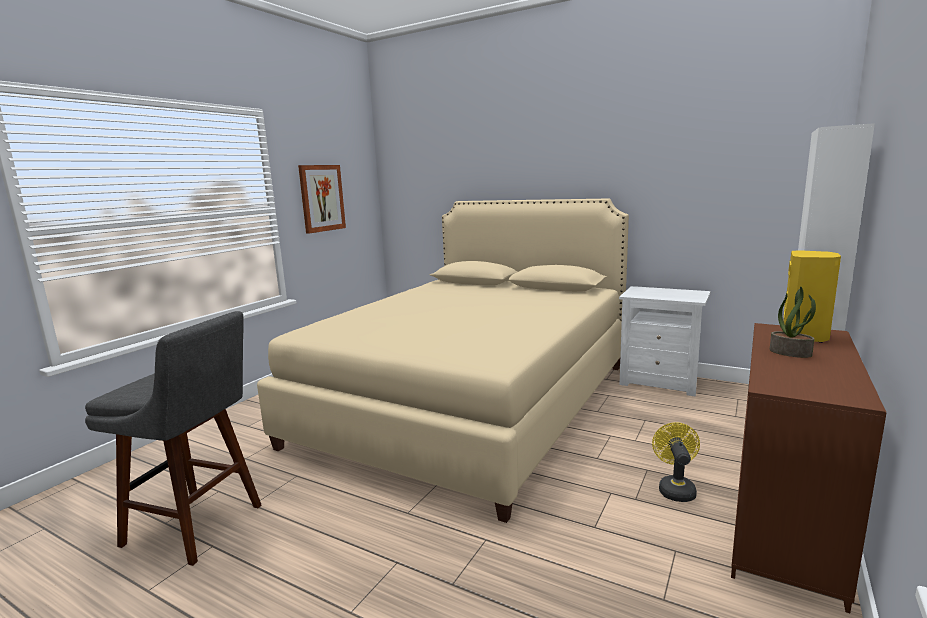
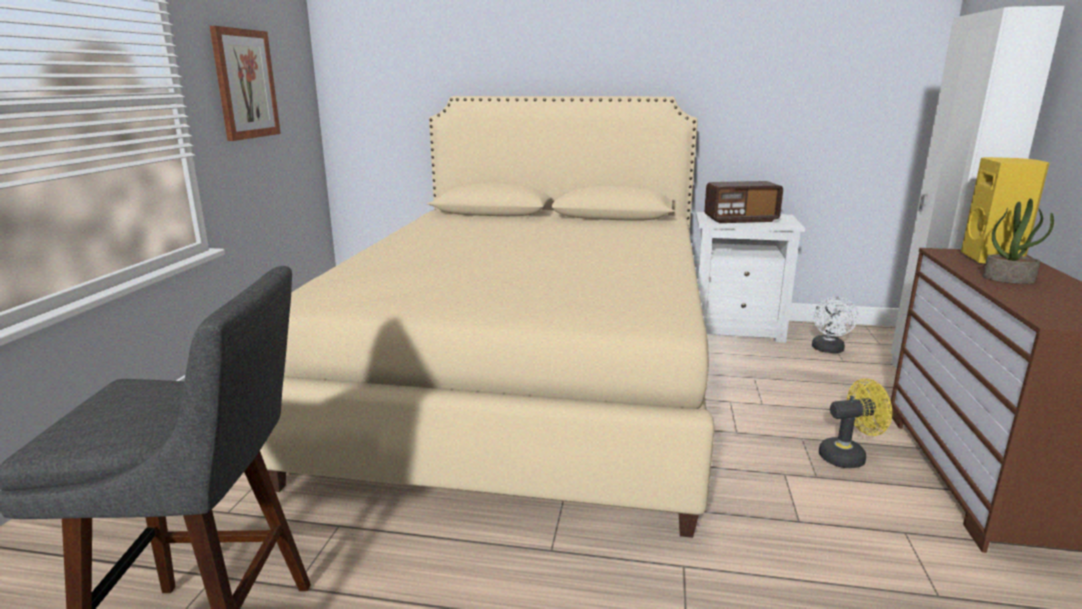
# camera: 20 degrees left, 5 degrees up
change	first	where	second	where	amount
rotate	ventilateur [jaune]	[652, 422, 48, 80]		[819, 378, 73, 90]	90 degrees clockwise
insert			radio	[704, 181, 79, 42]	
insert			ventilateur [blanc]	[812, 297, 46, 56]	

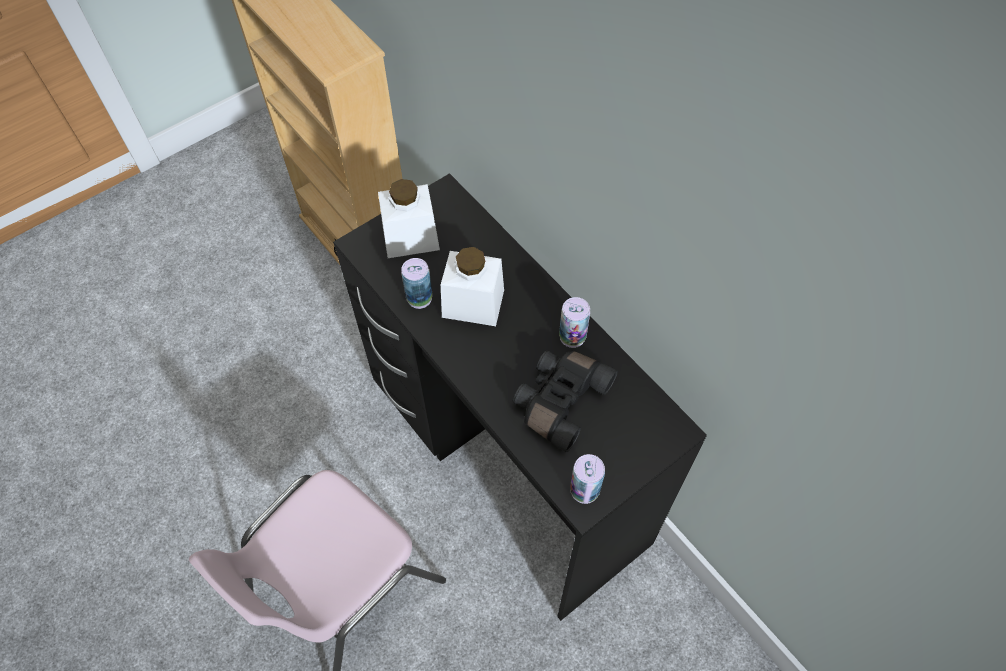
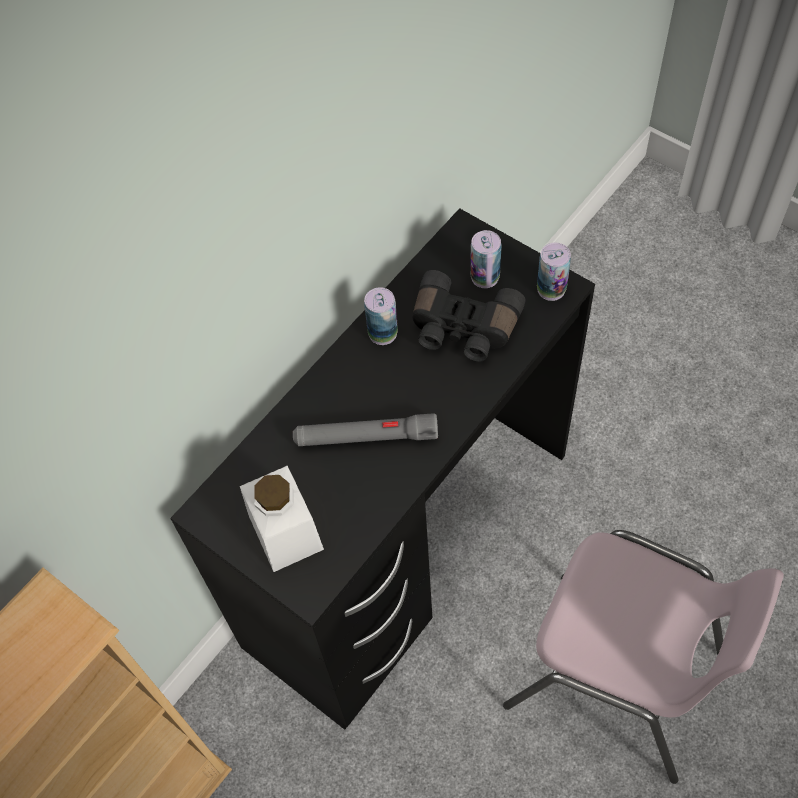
# camera: 100 degrees left, 0 degrees up
change	first	where	second	where	amount
replace	bocal [blanc]	[441, 247, 63, 79]	lampe de poche [gris]	[293, 413, 145, 33]	
move	boîte métallique	[401, 258, 32, 51]		[470, 230, 32, 58]	

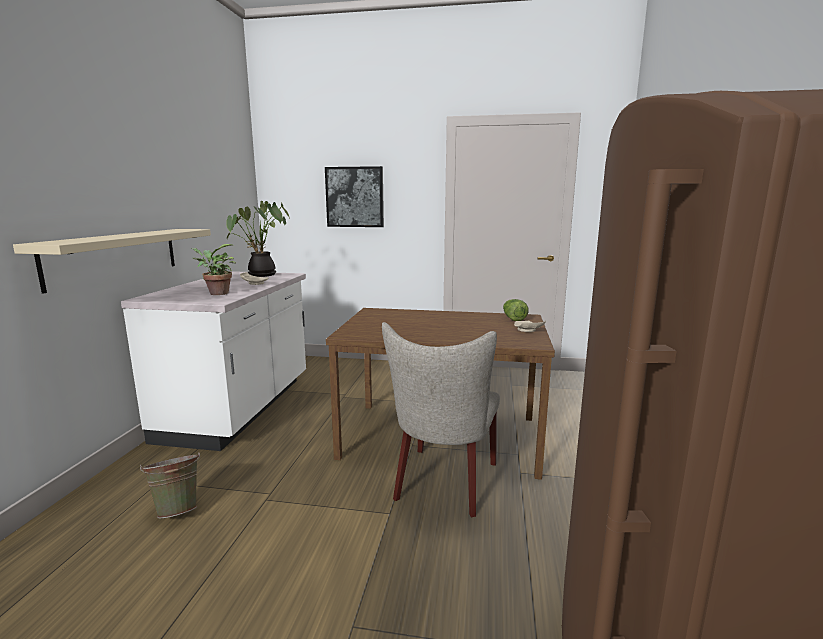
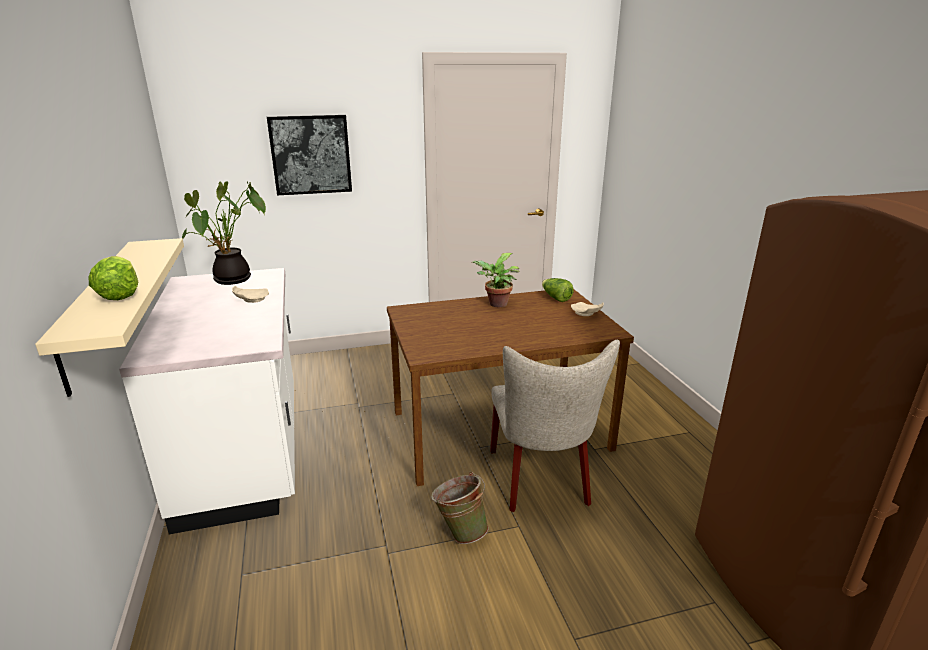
# camera: 25 degrees left, 10 degrees up
change	first	where	second	where	amount
move	plante en pot	[191, 244, 45, 51]		[471, 253, 49, 54]	
move	seau [vert]	[140, 453, 60, 65]		[431, 471, 58, 73]	
insert			laitue	[88, 256, 50, 44]	

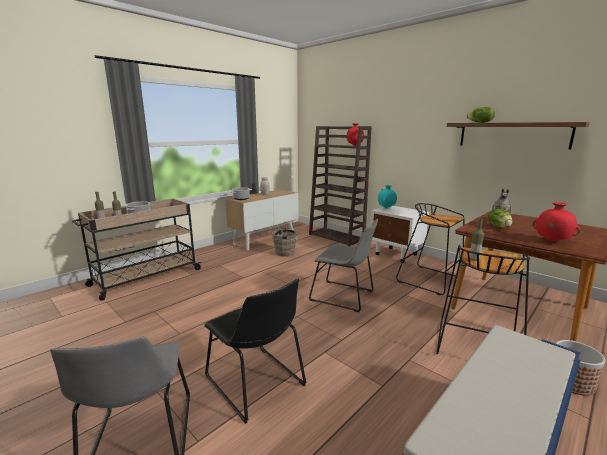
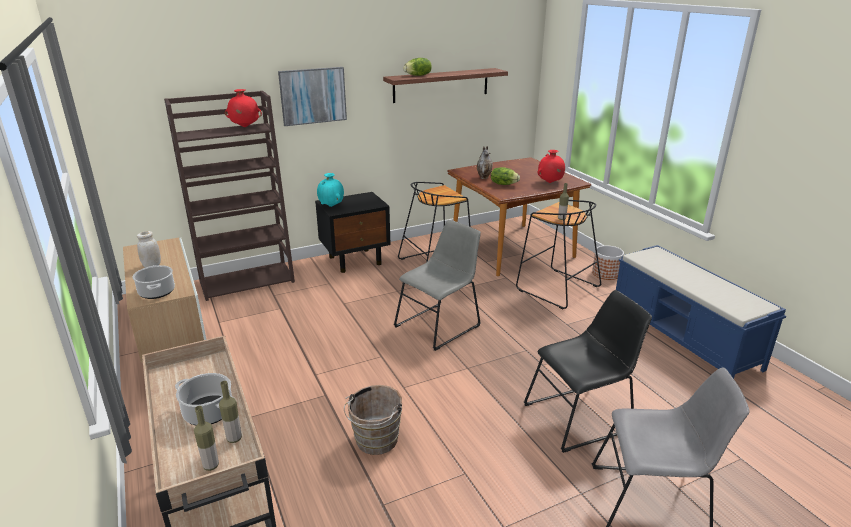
# camera: 70 degrees left, 10 degrees up
change	first	where	second	where	amount
recolor	table de chevet [blanc]	[370, 206, 59, 57]	table de chevet [noir]	[315, 192, 76, 81]	
move	seau [marron]	[269, 228, 28, 29]		[344, 385, 58, 70]	
insert			tableau	[278, 67, 69, 59]	

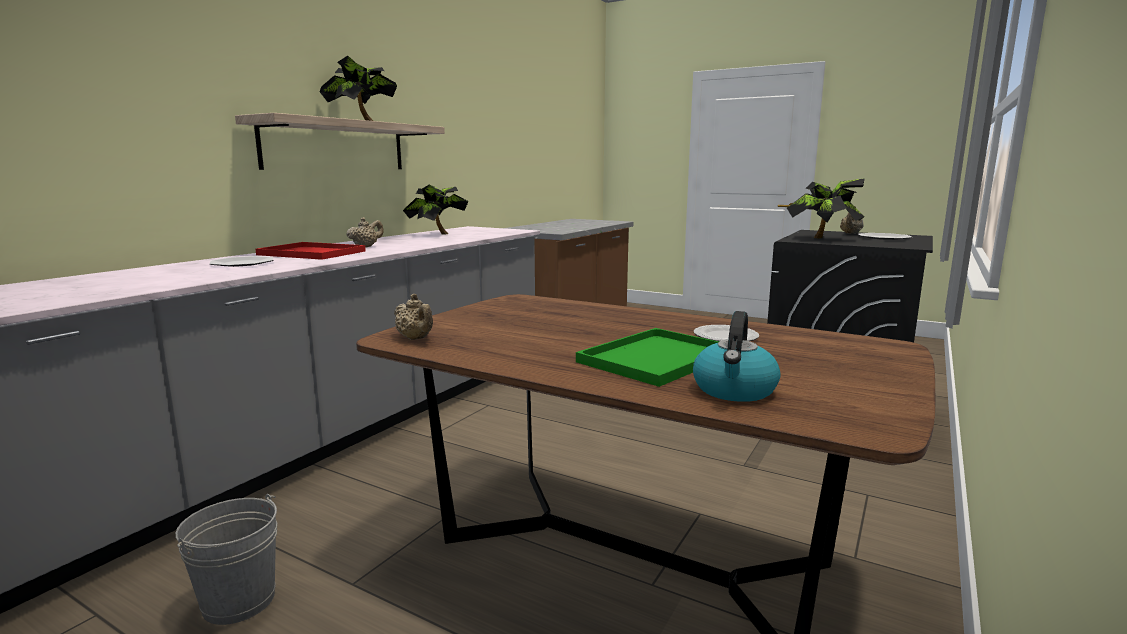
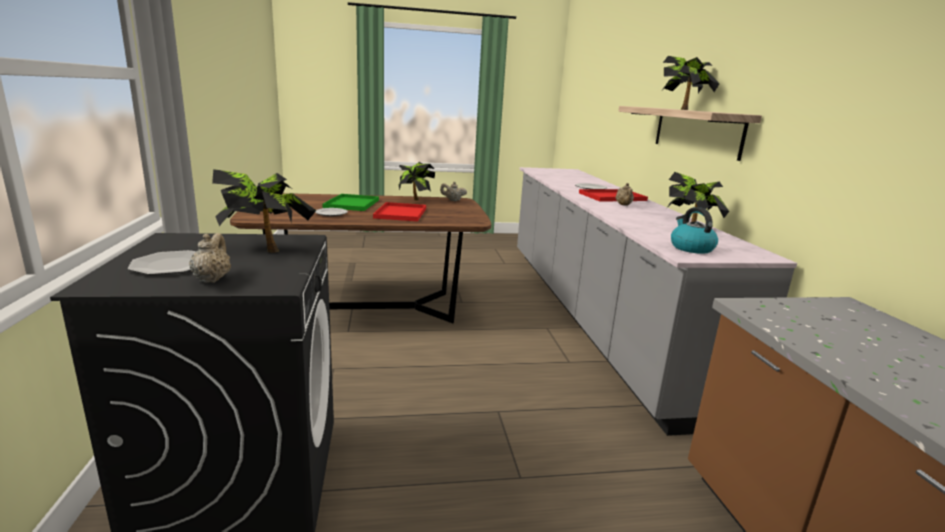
# camera: 140 degrees right, 5 degrees up
change	first	where	second	where	amount
move	bouilloire	[693, 311, 87, 91]		[671, 207, 47, 47]	
delete	seau [gris]	[176, 494, 101, 131]			
insert			plante en pot	[399, 162, 36, 38]	
insert			plateau [rouge]	[373, 202, 53, 19]	

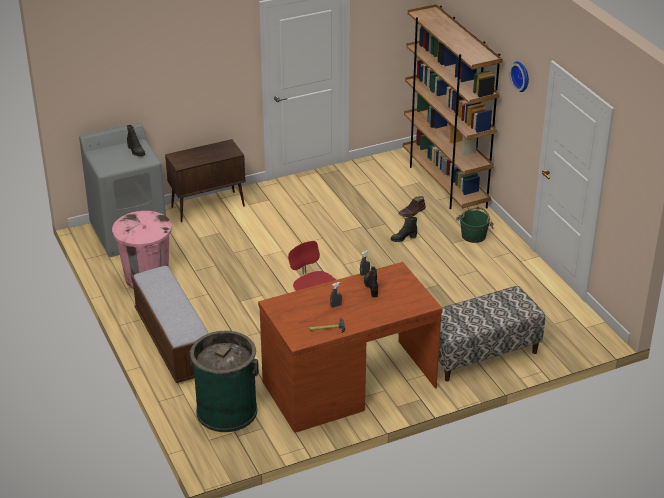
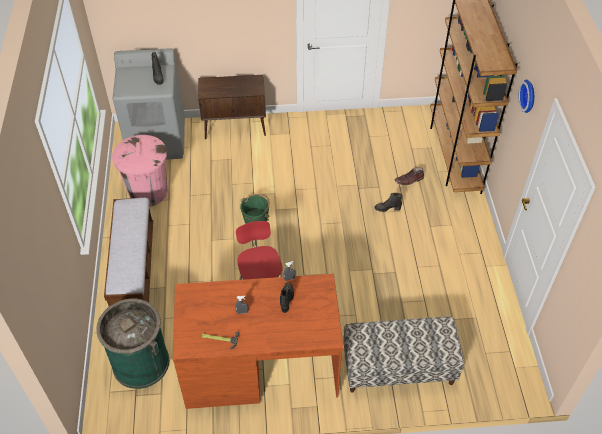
# camera: 20 degrees right, 15 degrees up
change	first	where	second	where	amount
move	seau [vert]	[456, 207, 38, 36]		[240, 194, 30, 30]	

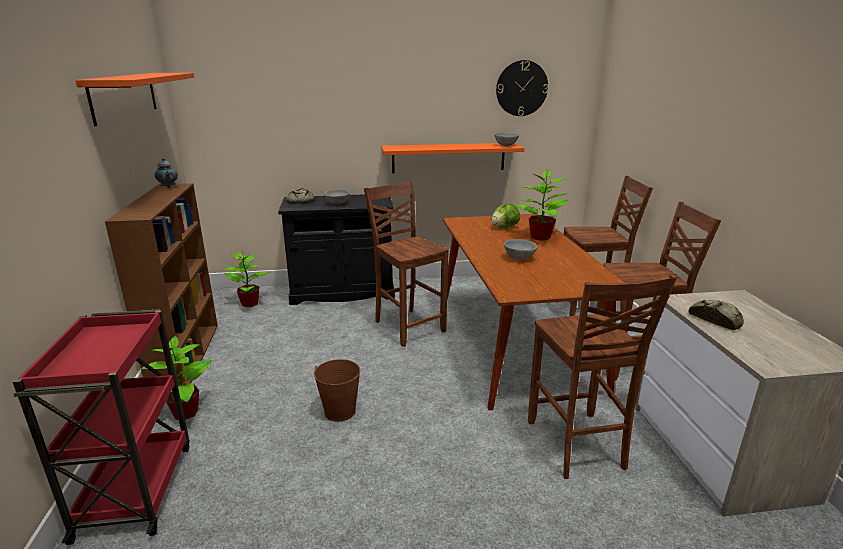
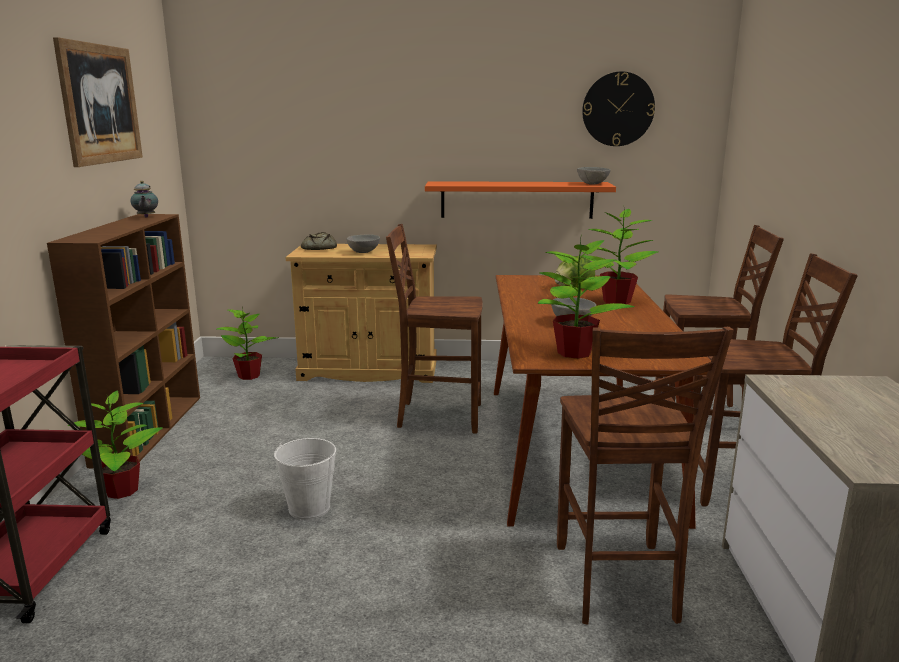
# camera: 10 degrees right, 5 degrees down
change	first	where	second	where	amount
replace	étagère [orange]	[75, 73, 119, 53]	tableau	[53, 37, 90, 130]	
rotate	chaise [marron]	[364, 181, 85, 166]		[386, 224, 97, 209]	60 degrees counterclockwise
recolor	meuble de rangement [noir]	[278, 194, 117, 111]	meuble de rangement [beige]	[286, 244, 151, 139]	
delete	pain	[688, 300, 56, 30]			
recolor	seau [marron]	[314, 359, 46, 63]	seau [blanc]	[274, 438, 62, 82]	
insert			plante en pot	[538, 234, 96, 125]	

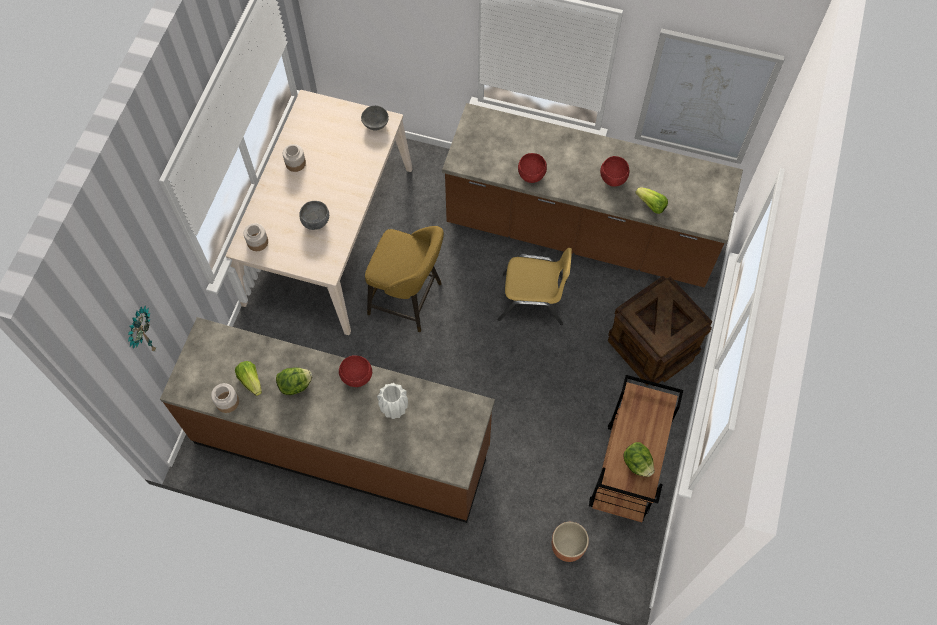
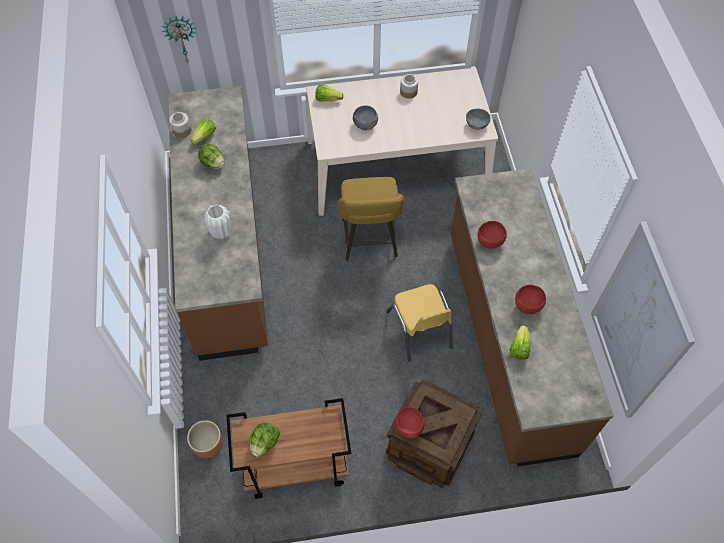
# camera: 65 degrees right, 5 degrees down
change	first	where	second	where	amount
replace	bocal	[244, 223, 24, 28]	laitue	[315, 84, 29, 18]	
move	bol [rouge]	[339, 356, 33, 31]		[395, 407, 30, 32]	

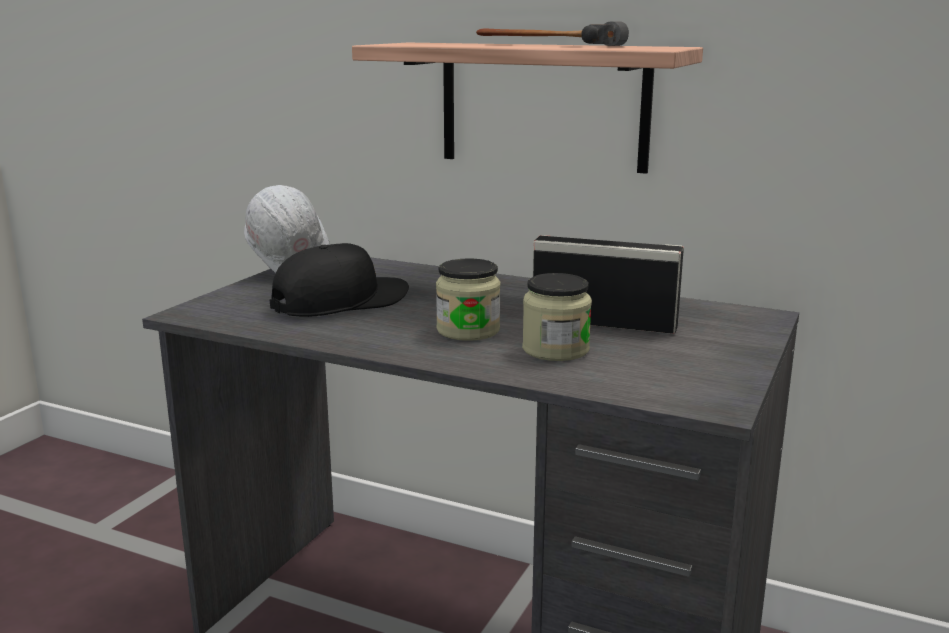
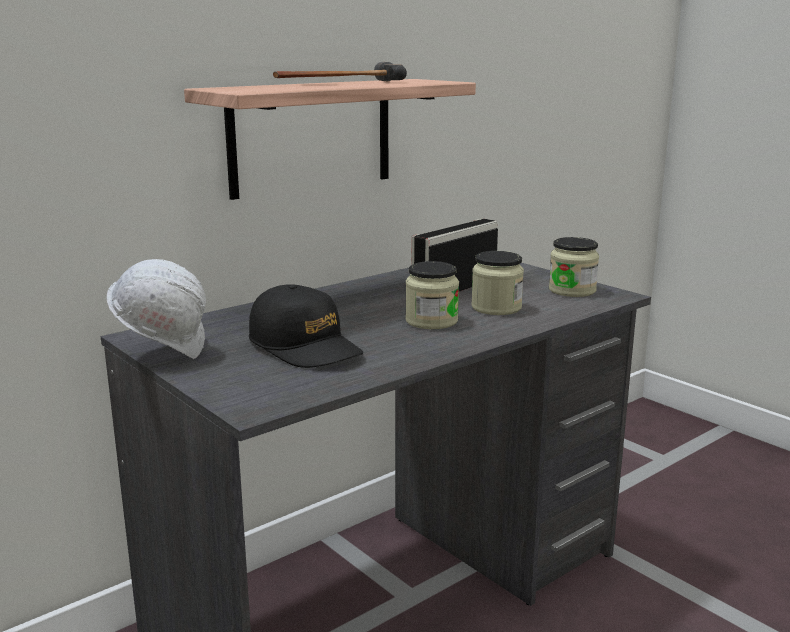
# camera: 65 degrees left, 0 degrees up
change	first	where	second	where	amount
rotate	casquette [noir]	[270, 243, 139, 74]		[249, 284, 114, 84]	150 degrees clockwise
insert			bocal	[549, 237, 50, 60]	

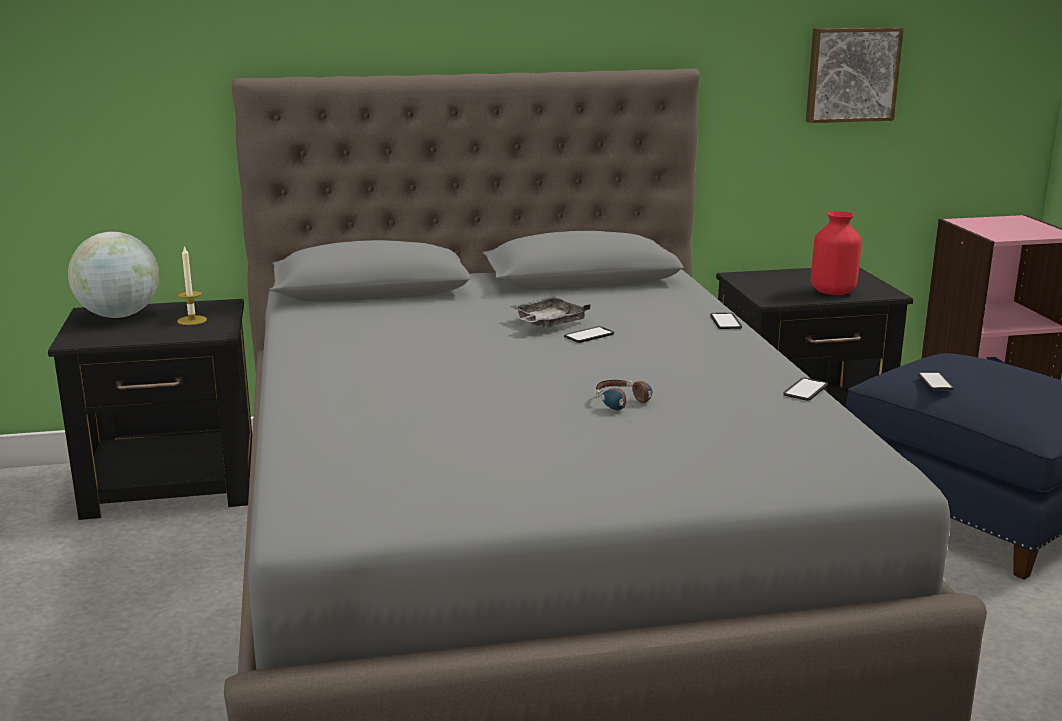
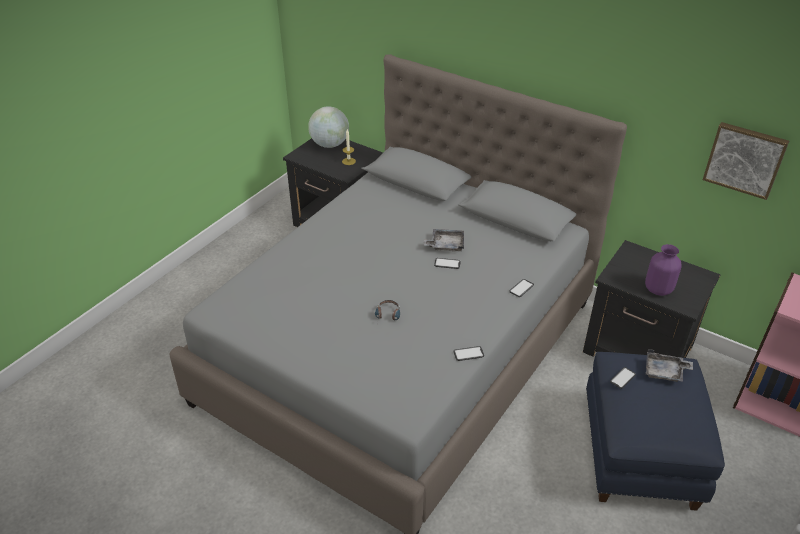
# camera: 45 degrees right, 20 degrees up
change	first	where	second	where	amount
recolor	vase [rouge]	[811, 211, 51, 84]	vase [violet]	[645, 244, 36, 52]	
insert			plateau [gris]	[646, 349, 47, 33]	

